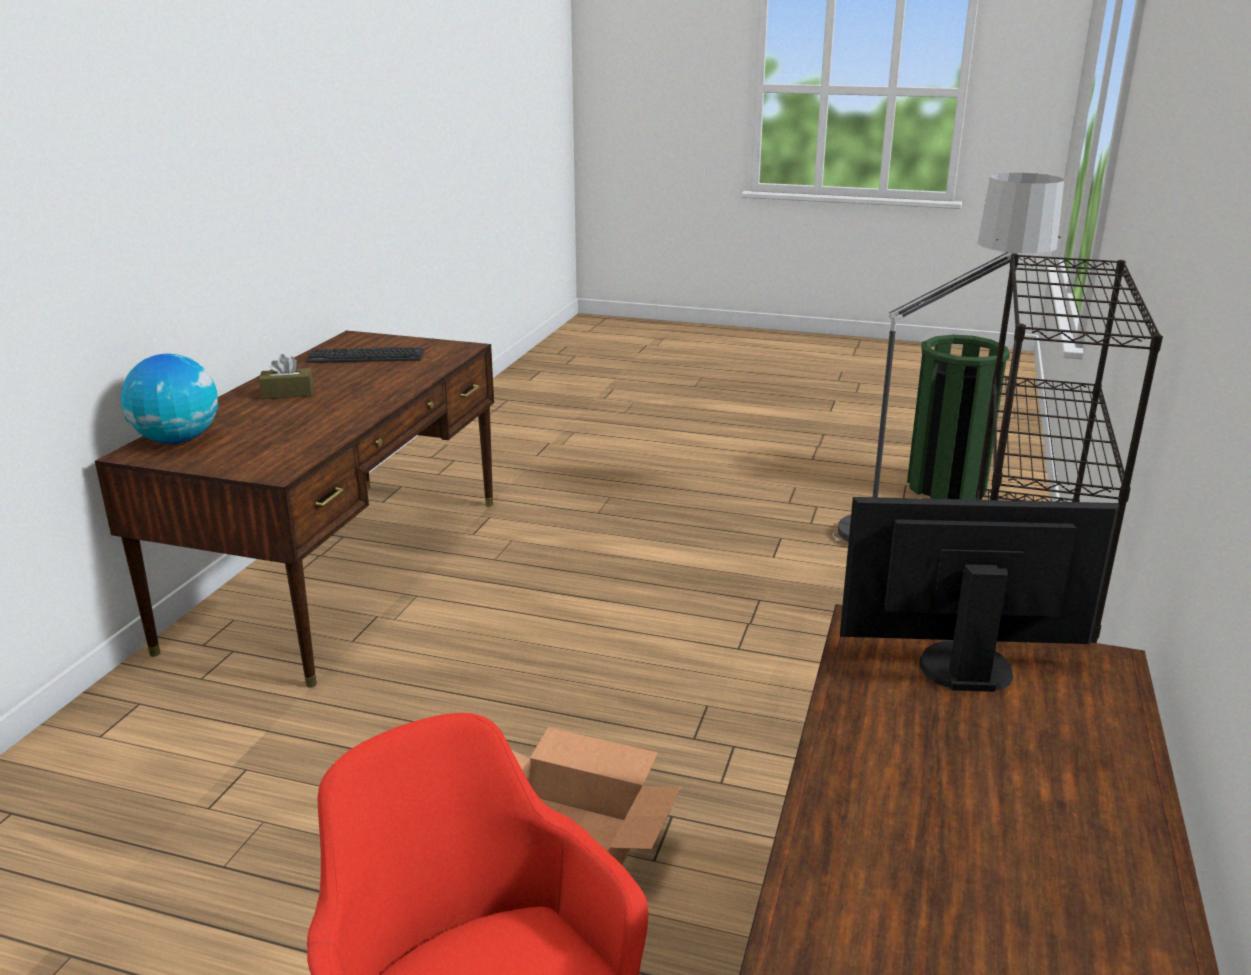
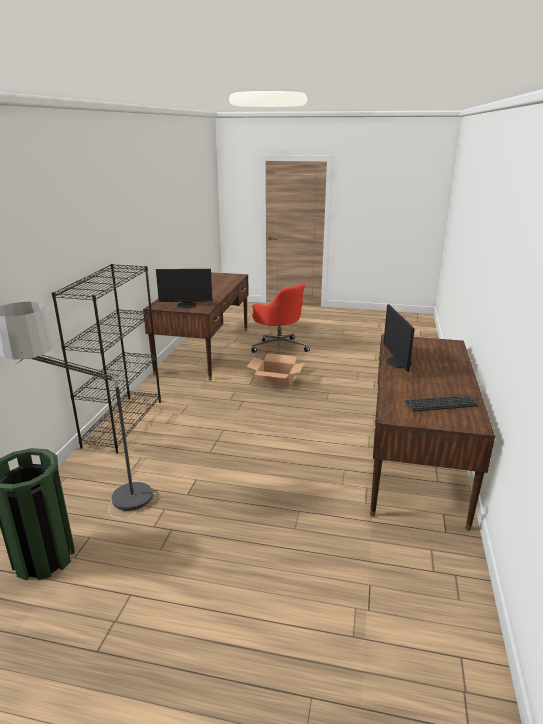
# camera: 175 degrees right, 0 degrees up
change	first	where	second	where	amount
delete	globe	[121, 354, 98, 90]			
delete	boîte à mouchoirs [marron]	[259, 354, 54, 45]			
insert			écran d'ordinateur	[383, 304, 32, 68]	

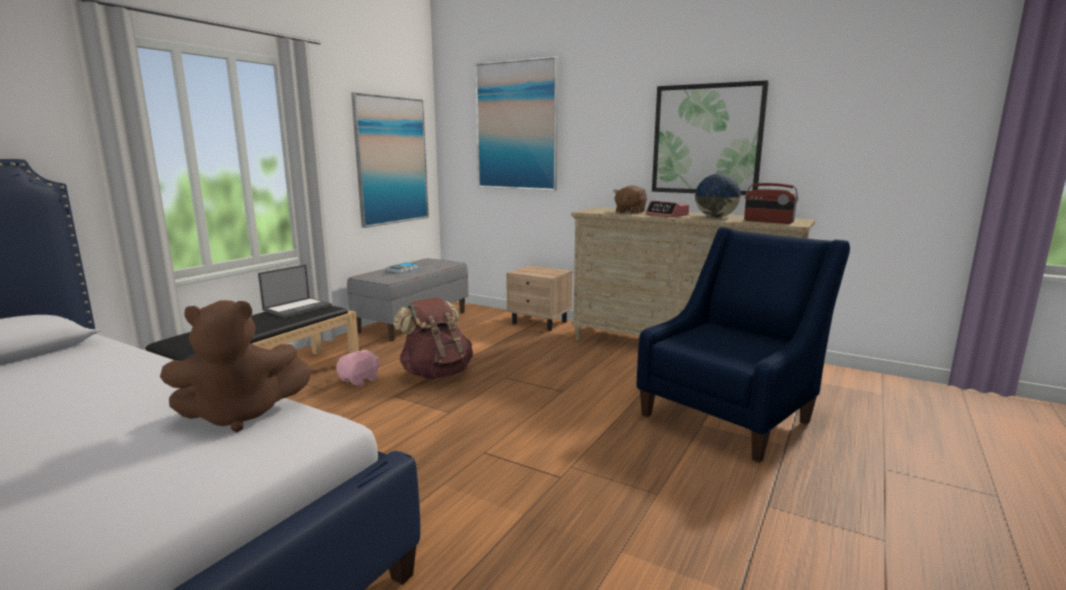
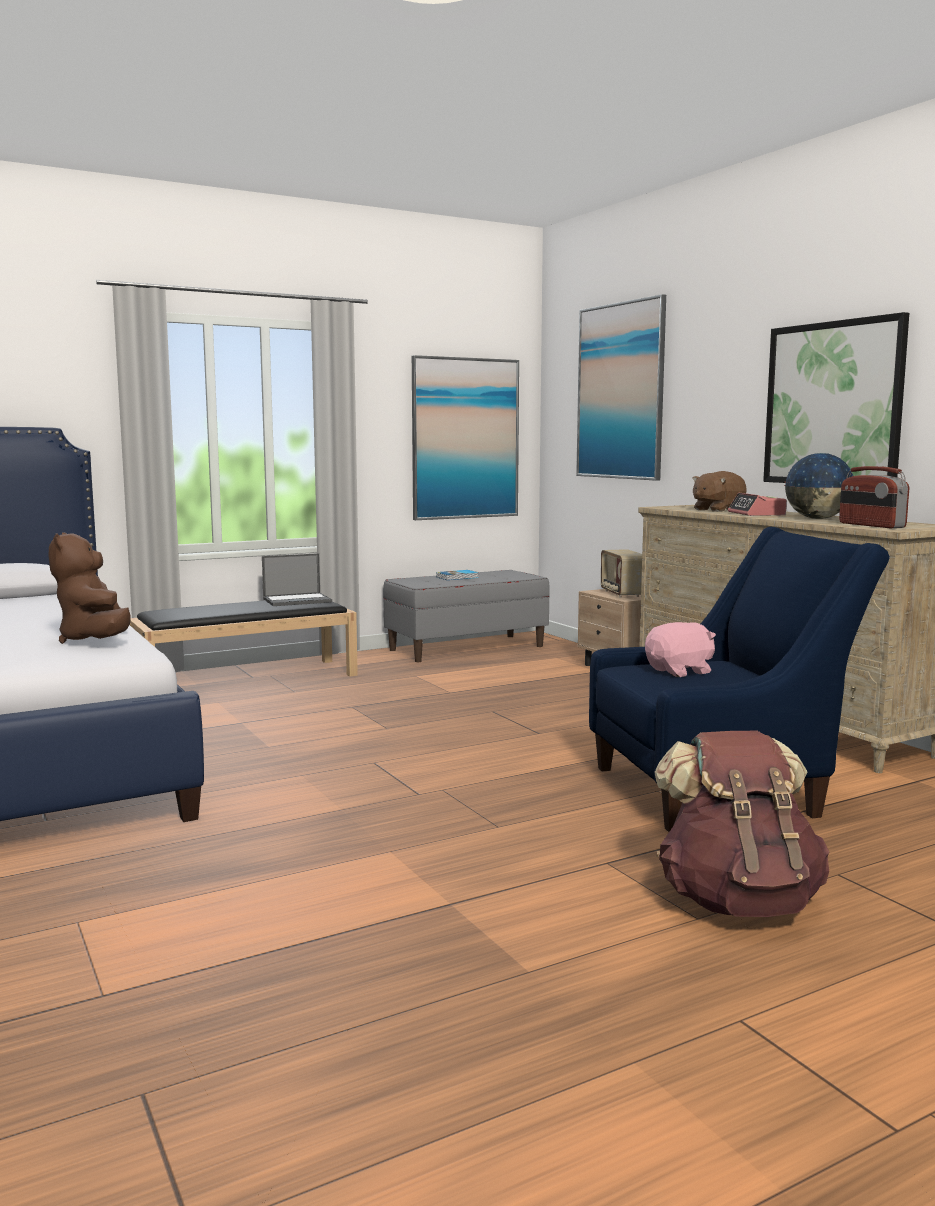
# camera: 30 degrees right, 5 degrees down
change	first	where	second	where	amount
move	sac à dos [marron]	[393, 298, 80, 81]		[654, 731, 175, 186]	
rotate	peluche [marron]	[160, 300, 152, 132]		[49, 532, 82, 112]	60 degrees clockwise
move	peluche [rose]	[336, 350, 43, 36]		[645, 622, 71, 55]	
insert			radio	[601, 549, 41, 49]	

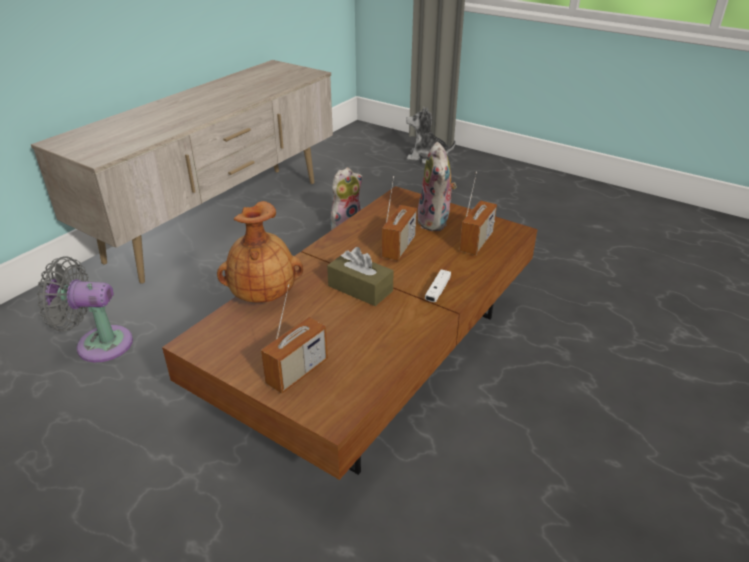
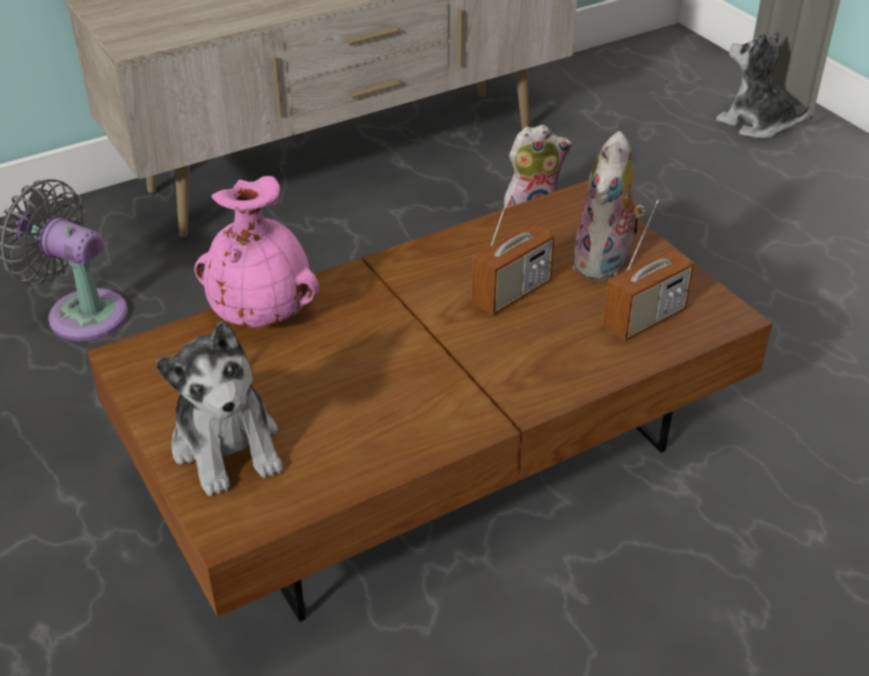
# camera: 25 degrees right, 5 degrees up
change	first	where	second	where	amount
recolor	vase [marron]	[217, 201, 86, 102]	vase [rose]	[194, 176, 125, 152]	
delete	boîte à mouchoirs [marron]	[327, 247, 66, 59]			
delete	manette [blanc]	[425, 269, 26, 33]			
replace	radio	[261, 284, 67, 110]	peluche	[155, 321, 128, 175]	

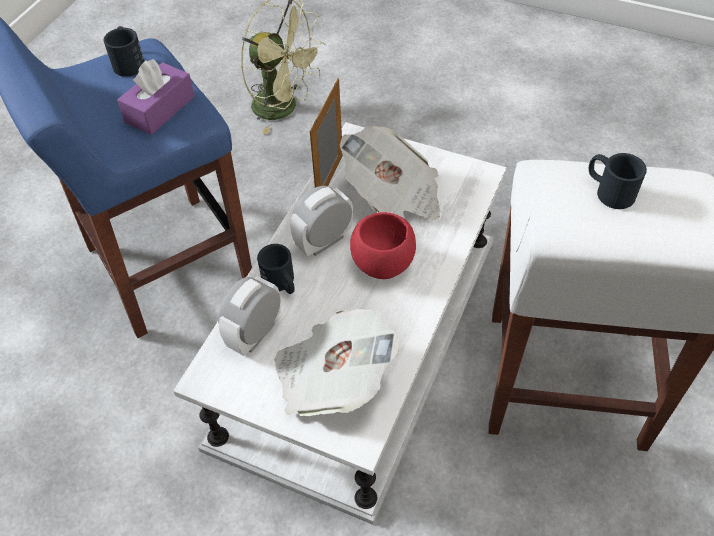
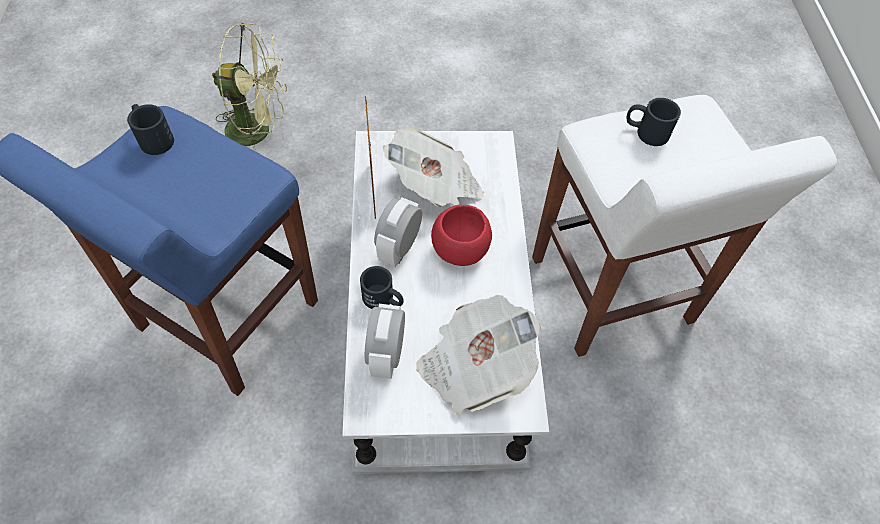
# camera: 30 degrees left, 5 degrees up
change	first	where	second	where	amount
delete	boîte à mouchoirs [violet]	[117, 59, 78, 76]			

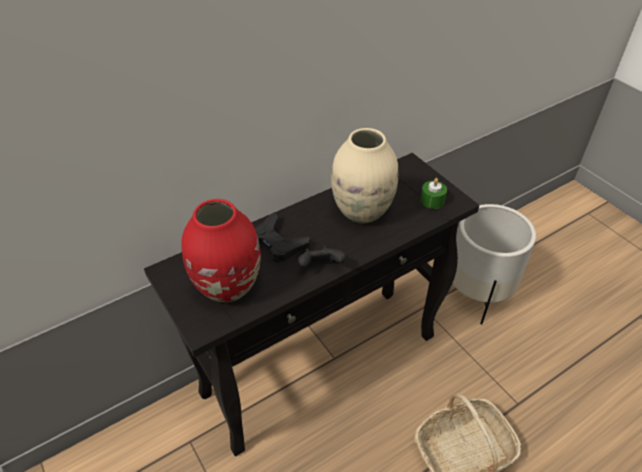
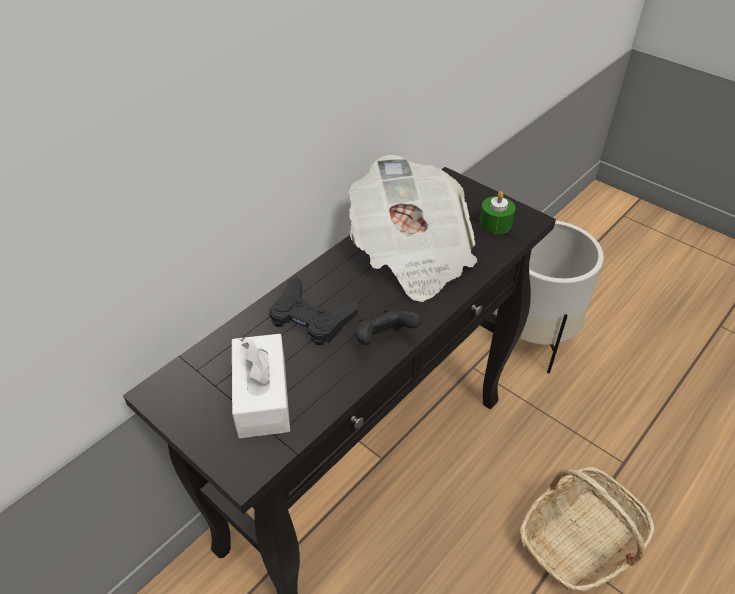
# camera: 15 degrees left, 0 degrees up
change	first	where	second	where	amount
replace	vase [beige]	[331, 128, 67, 96]	journal	[349, 154, 128, 148]	
replace	vase [rouge]	[181, 199, 80, 103]	boîte à mouchoirs [blanc]	[232, 334, 58, 104]	

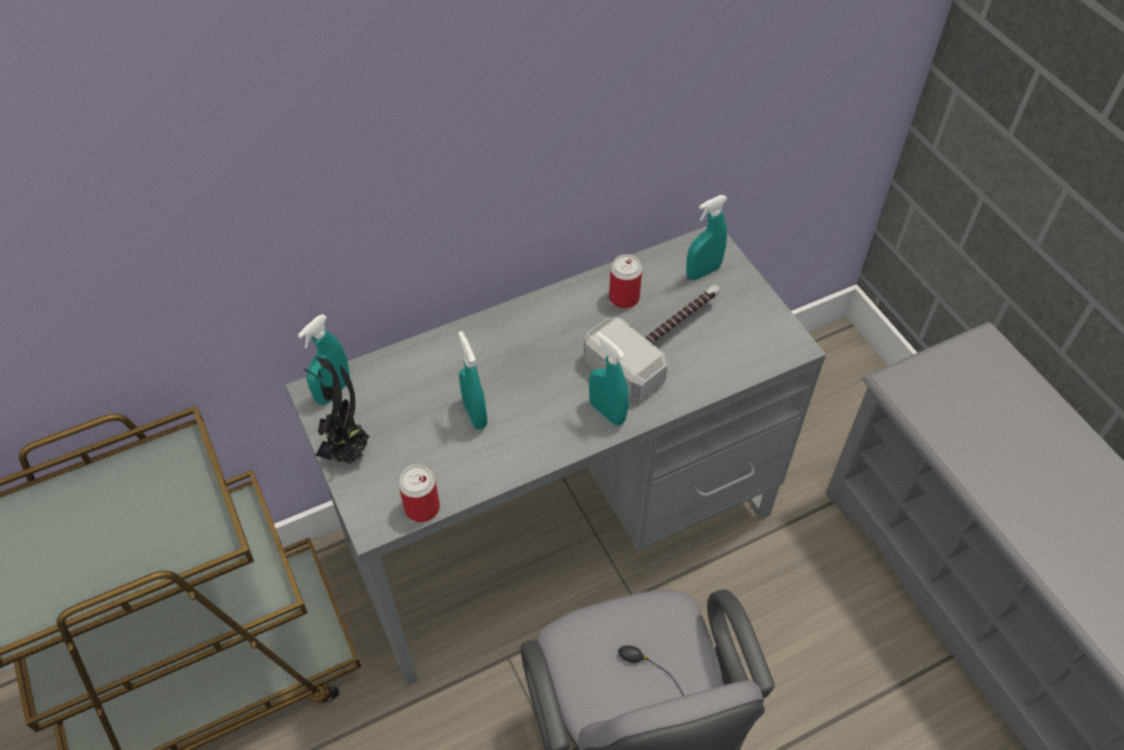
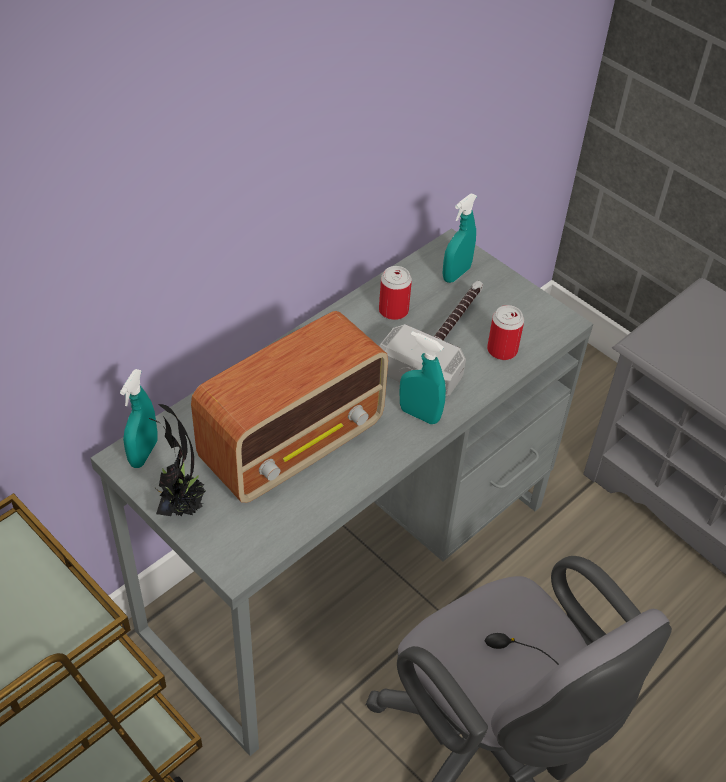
# camera: 20 degrees left, 5 degrees down
change	first	where	second	where	amount
replace	vaporisateur [turquoise]	[458, 331, 29, 99]	radio	[191, 311, 197, 192]	
move	boîte métallique	[398, 465, 42, 57]		[487, 305, 37, 55]	

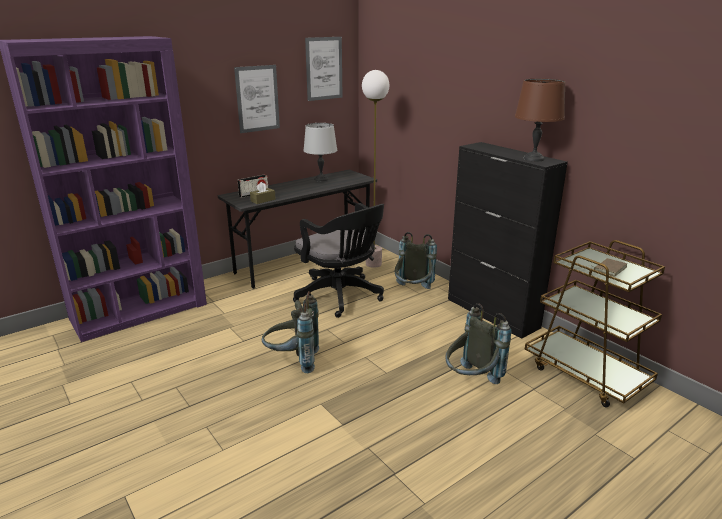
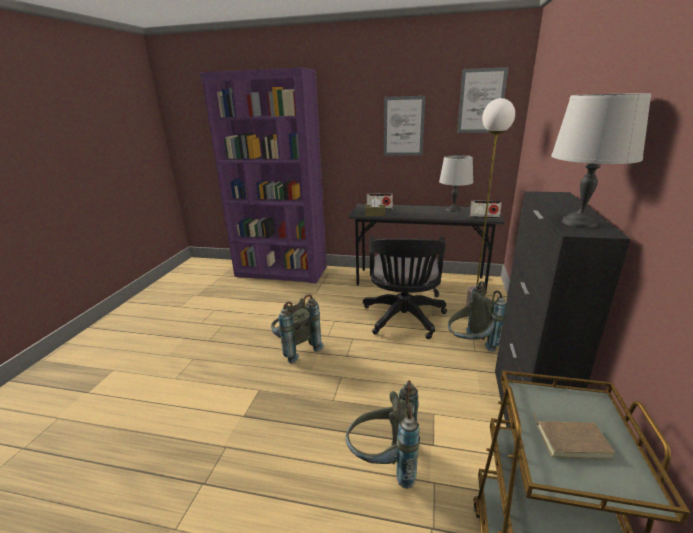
# camera: 50 degrees right, 0 degrees up
change	first	where	second	where	amount
recolor	lampe de table [marron]	[515, 79, 50, 82]	lampe de table [gris]	[551, 93, 100, 135]	
insert			radio	[469, 200, 33, 19]	

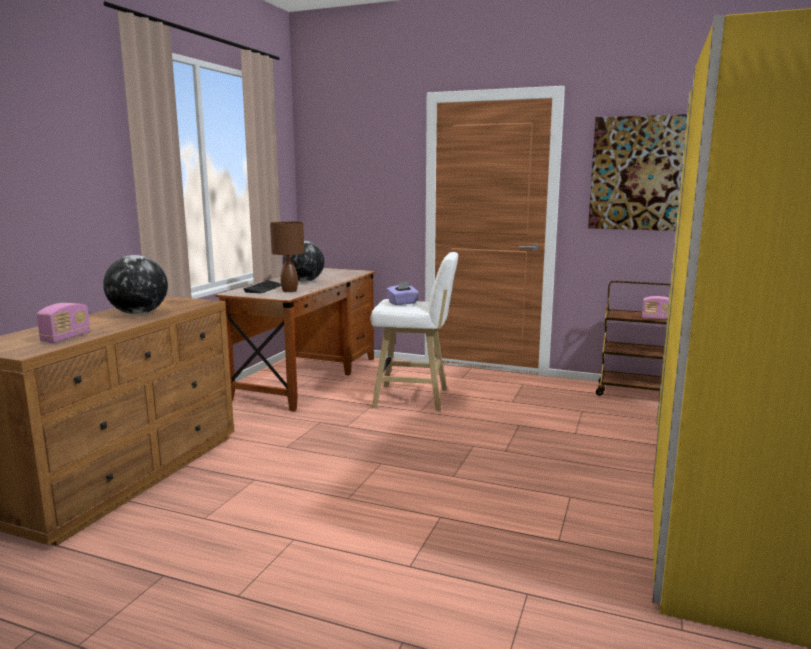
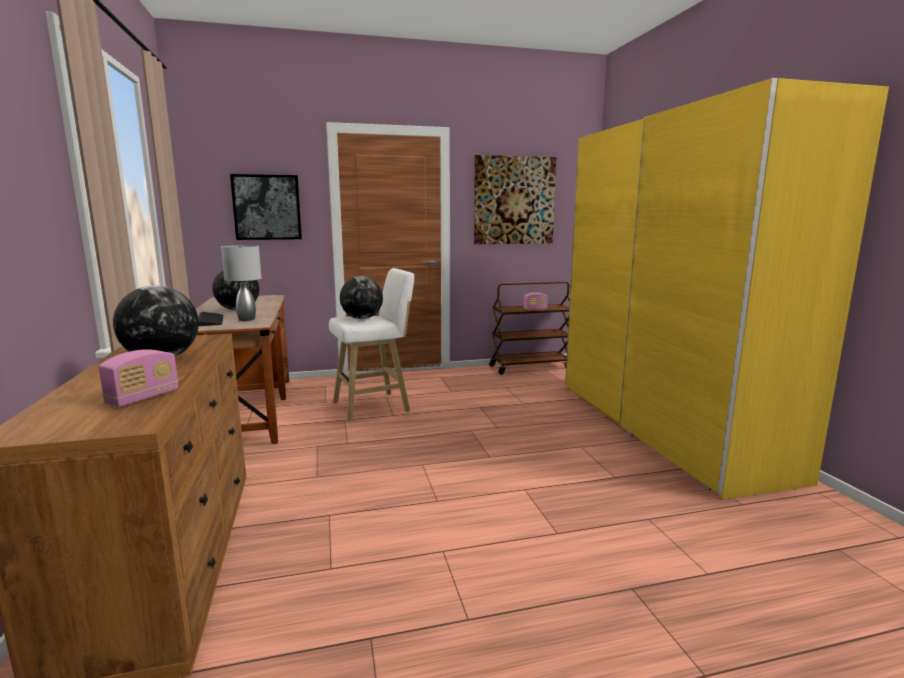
# camera: 35 degrees left, 0 degrees up
change	first	where	second	where	amount
recolor	lampe de table [marron]	[270, 221, 34, 71]	lampe de table [gris]	[221, 245, 40, 76]	
replace	boîte à mouchoirs [violet]	[386, 281, 33, 24]	globe	[340, 276, 43, 43]	
rotate	radio	[36, 303, 54, 40]		[98, 349, 81, 58]	45 degrees clockwise
insert			tableau	[230, 174, 72, 66]	

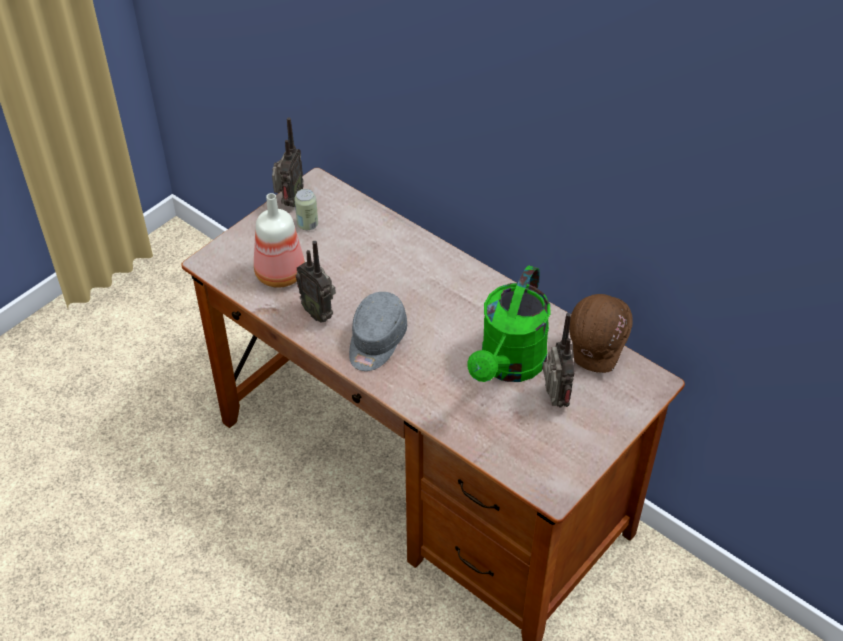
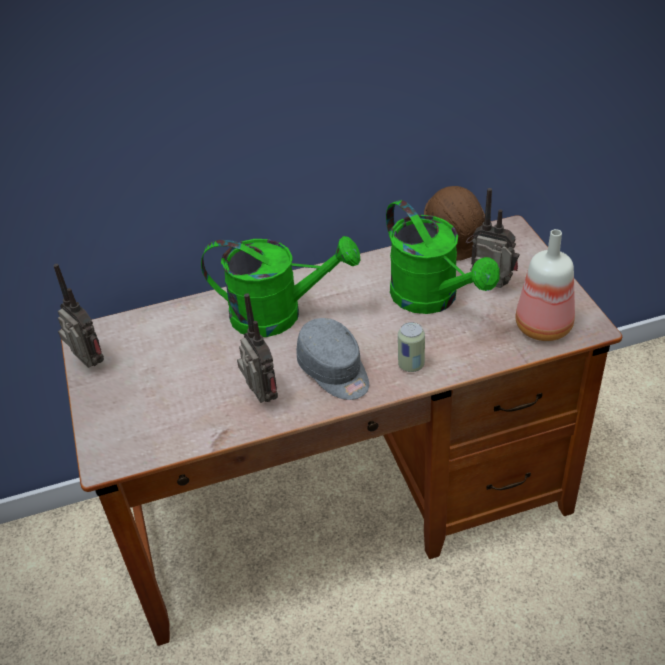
# camera: 55 degrees left, 5 degrees down
change	first	where	second	where	amount
move	boîte métallique	[294, 189, 24, 41]		[398, 322, 27, 50]	
move	bouteille	[254, 193, 51, 95]		[516, 229, 59, 112]	
rotate	radio	[296, 241, 40, 82]		[237, 293, 41, 110]	105 degrees counterclockwise
insert			arrosoir [vert]	[201, 236, 159, 101]	

